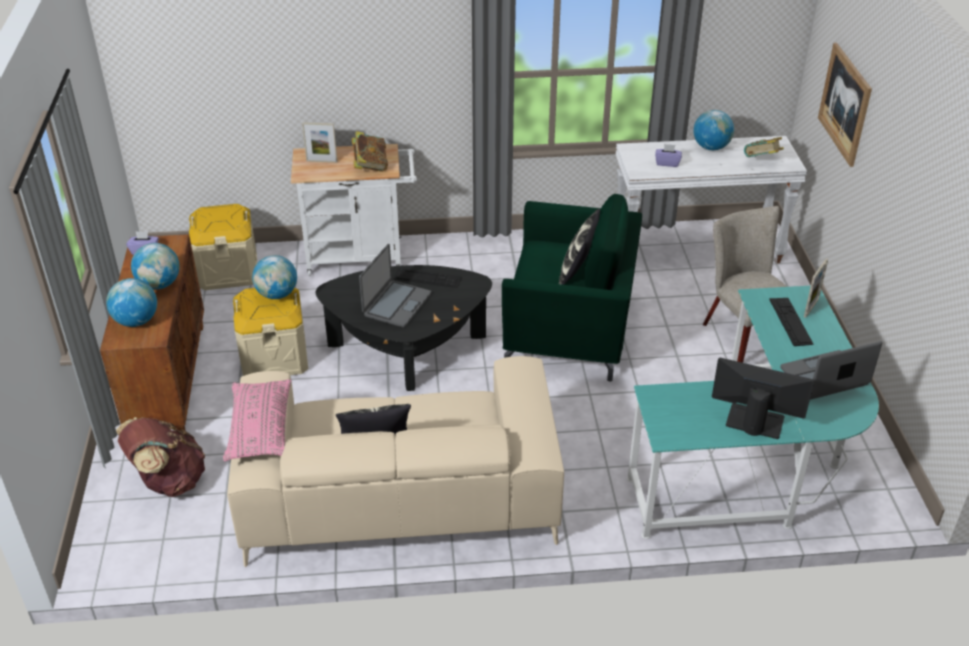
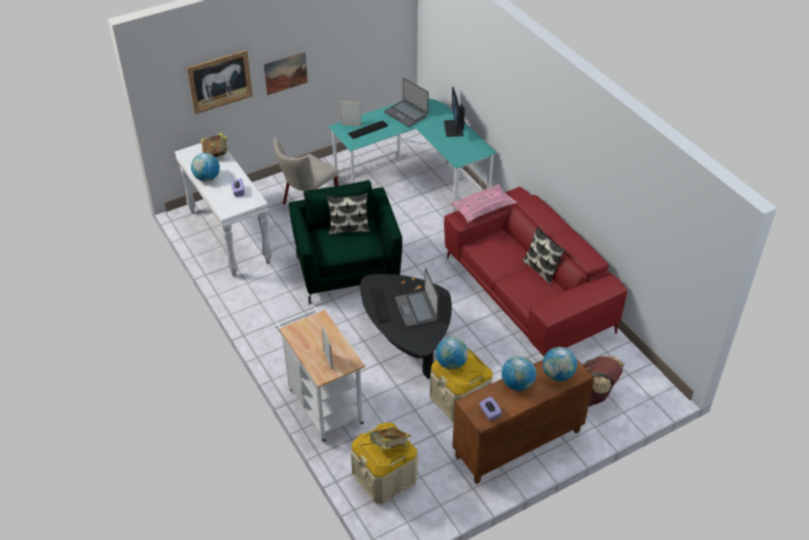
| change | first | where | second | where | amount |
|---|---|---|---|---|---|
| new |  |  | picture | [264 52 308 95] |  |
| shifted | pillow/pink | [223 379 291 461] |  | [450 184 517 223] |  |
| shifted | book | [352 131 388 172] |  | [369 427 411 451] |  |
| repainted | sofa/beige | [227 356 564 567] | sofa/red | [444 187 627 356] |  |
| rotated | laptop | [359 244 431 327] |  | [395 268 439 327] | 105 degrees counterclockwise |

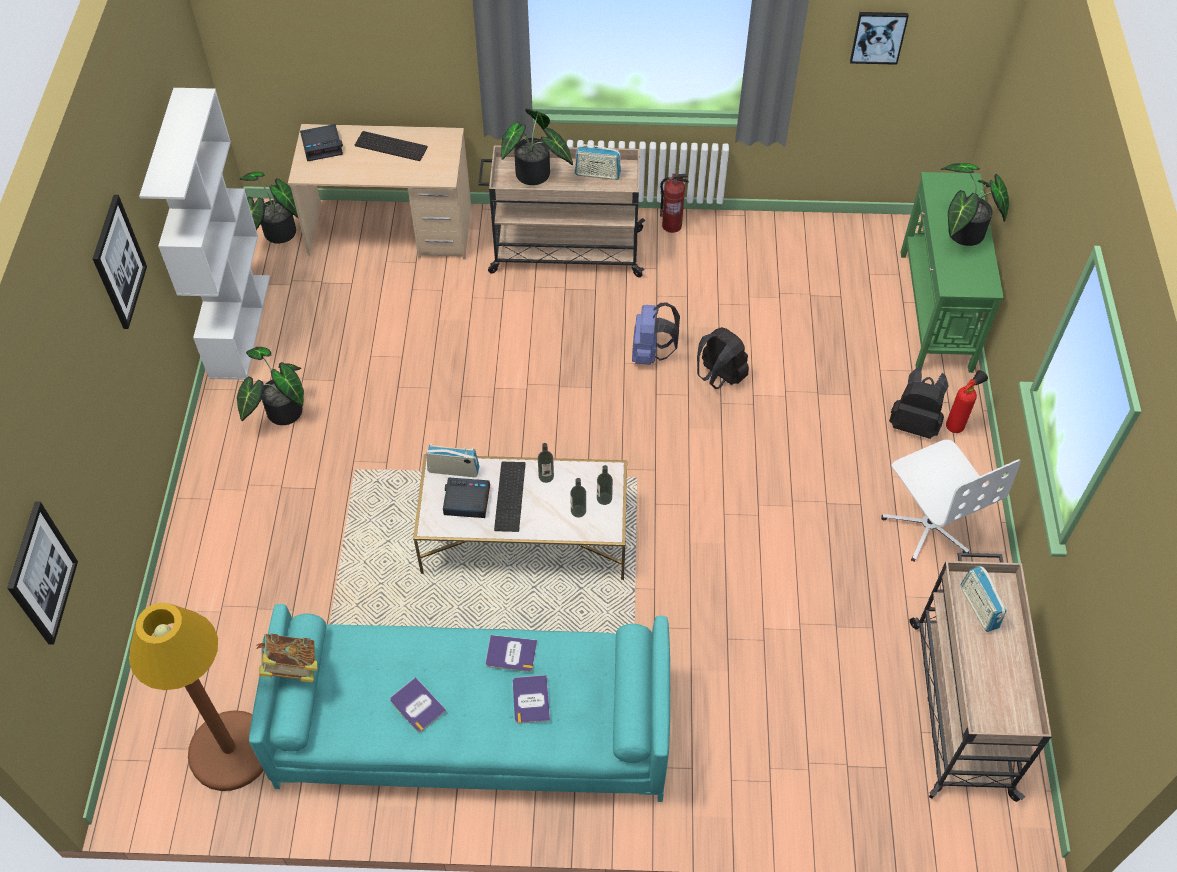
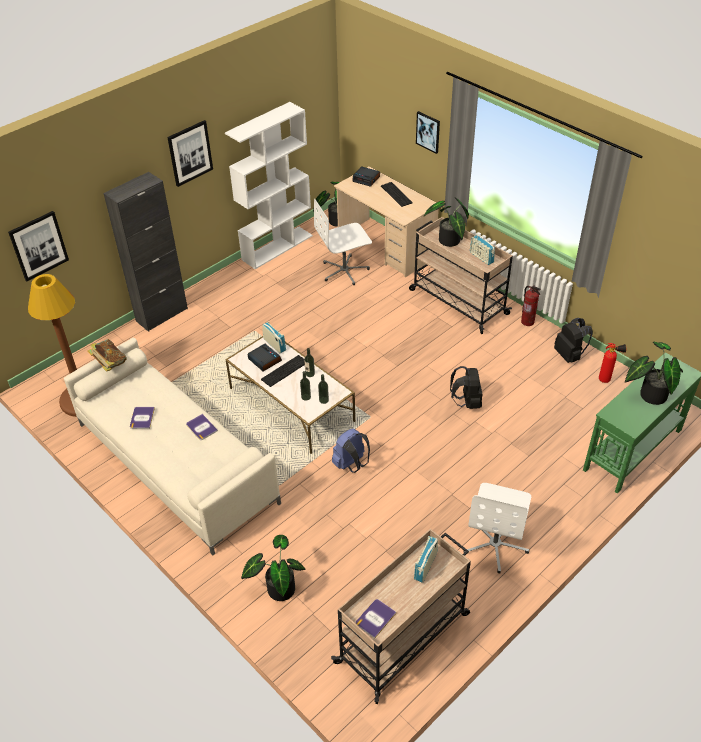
| change | first | where | second | where | amount |
|---|---|---|---|---|---|
| new |  |  | cabinet/black | [103 172 188 332] |  |
| new |  |  | office chair/white | [314 199 372 285] |  |
| shifted | potted plant | [237 347 304 425] |  | [241 535 306 601] |  |
| shifted | book | [513 675 550 724] |  | [356 599 397 638] |  |
| shifted | backpack/blue | [632 302 680 365] |  | [332 428 370 473] |  |
| shifted | picture | [850 12 909 65] |  | [416 111 440 154] |  |
| shifted | backpack/black | [889 367 949 439] |  | [554 318 593 363] |  |
| shifted | fire extinguisher | [946 370 988 433] |  | [599 343 626 383] |  |
| repainted | sofa/turquoise | [249 604 670 802] | sofa/beige | [64 338 281 556] |  |

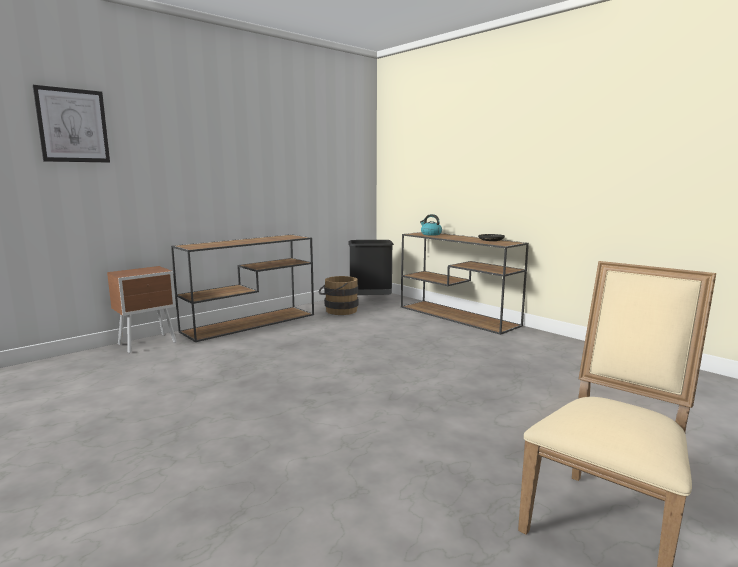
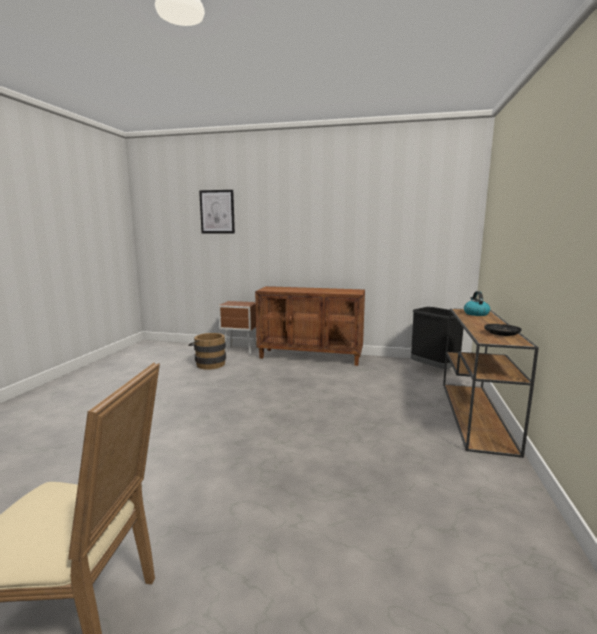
| change | first | where | second | where | amount |
|---|---|---|---|---|---|
| shifted | bucket/brown | [318 276 358 315] |  | [188 333 226 370] |  |
| swapped | console table/brown | [171 234 314 342] | cabinet/brown | [255 286 365 366] |  |

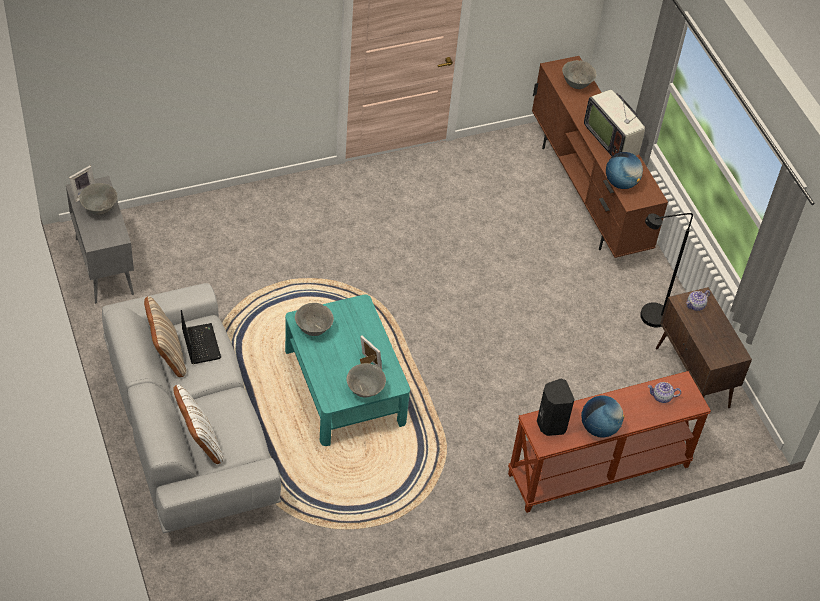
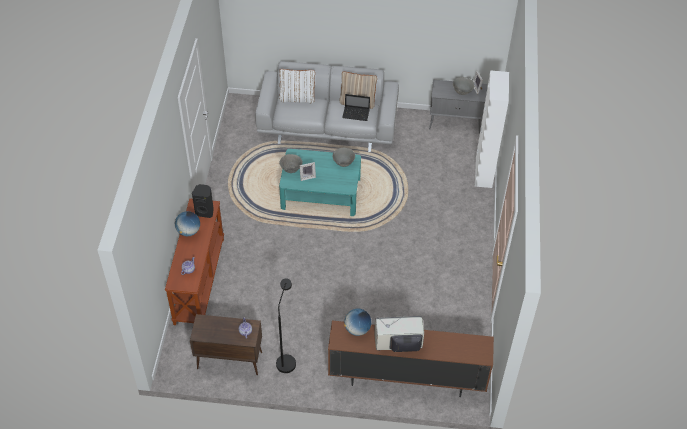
| change | first | where | second | where | amount |
|---|---|---|---|---|---|
| gone | bowl/grey | [562 60 596 89] |  |  |  |
| new |  |  | cabinet/white | [475 70 509 188] |  |

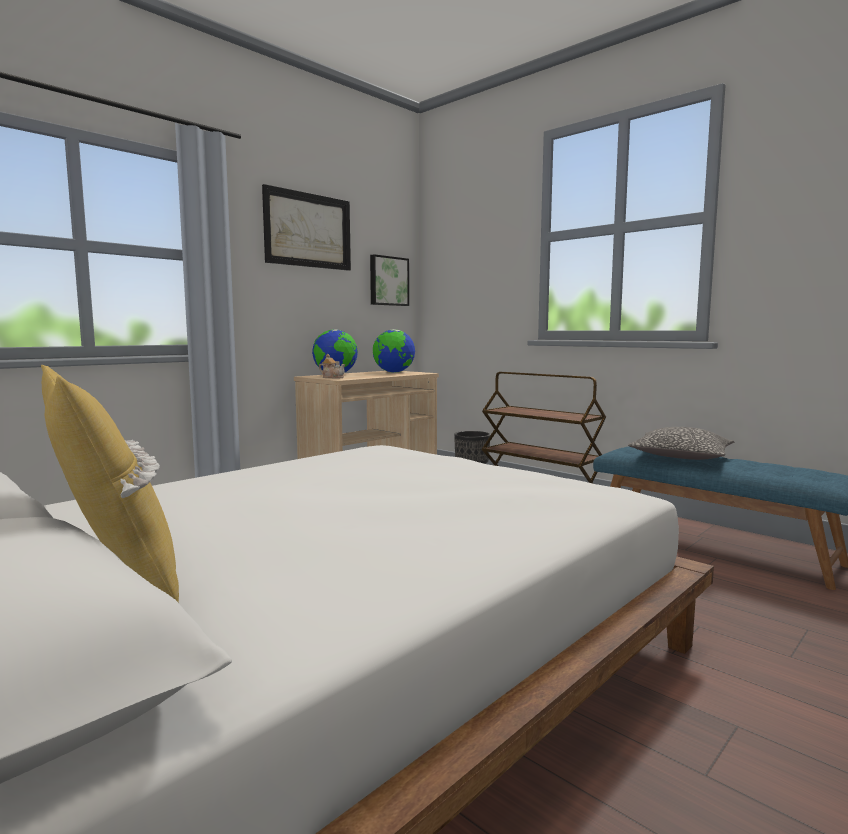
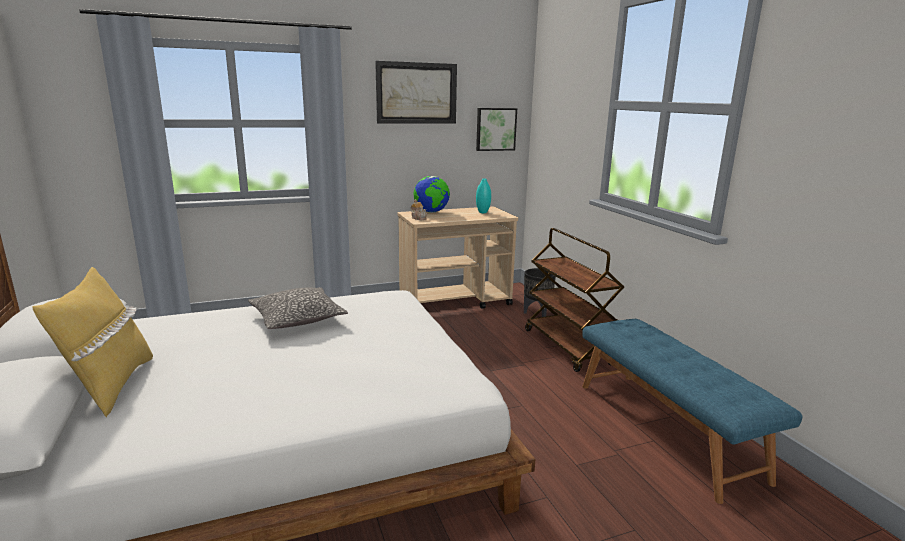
| change | first | where | second | where | amount |
|---|---|---|---|---|---|
| shifted | pillow | [628 427 734 460] |  | [248 287 348 329] |  |
| swapped | globe | [373 329 415 373] | vase/turquoise | [476 178 491 213] |  |

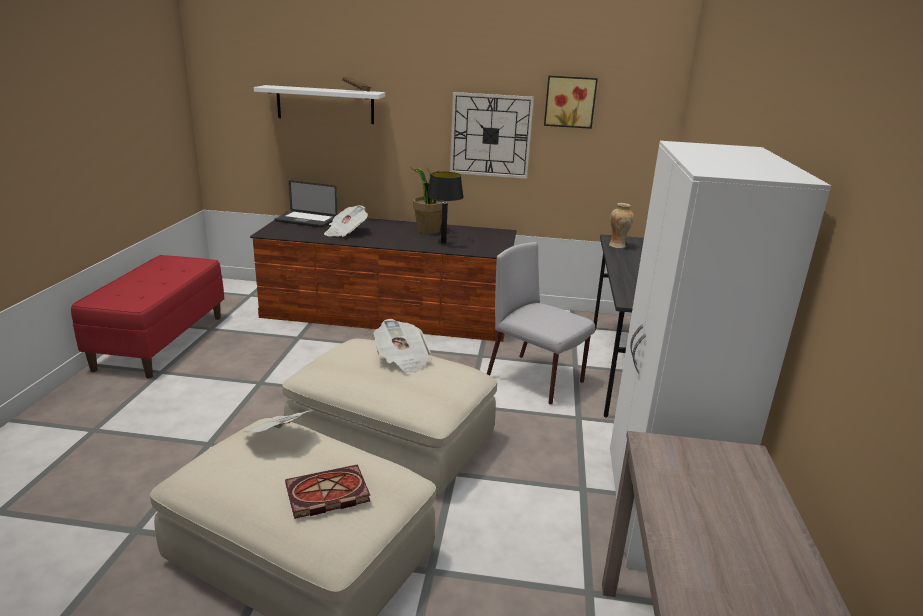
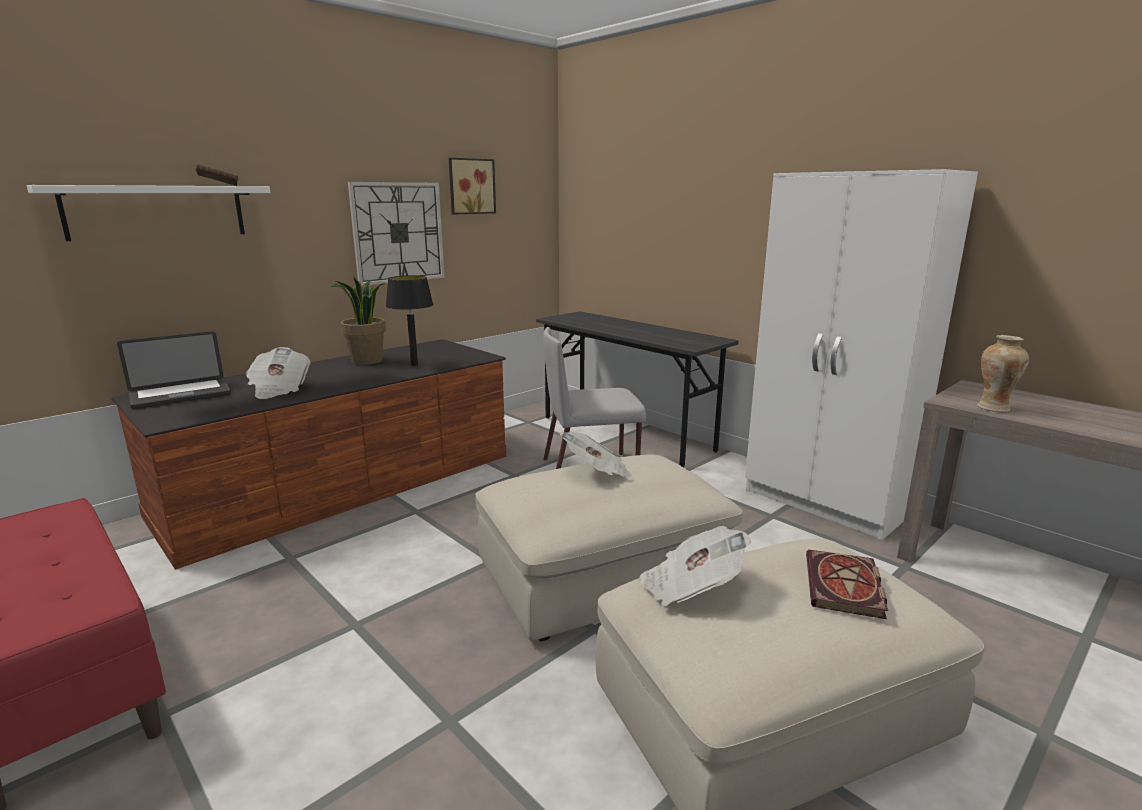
| change | first | where | second | where | amount |
|---|---|---|---|---|---|
| shifted | vase | [609 203 634 248] |  | [977 335 1029 412] |  |

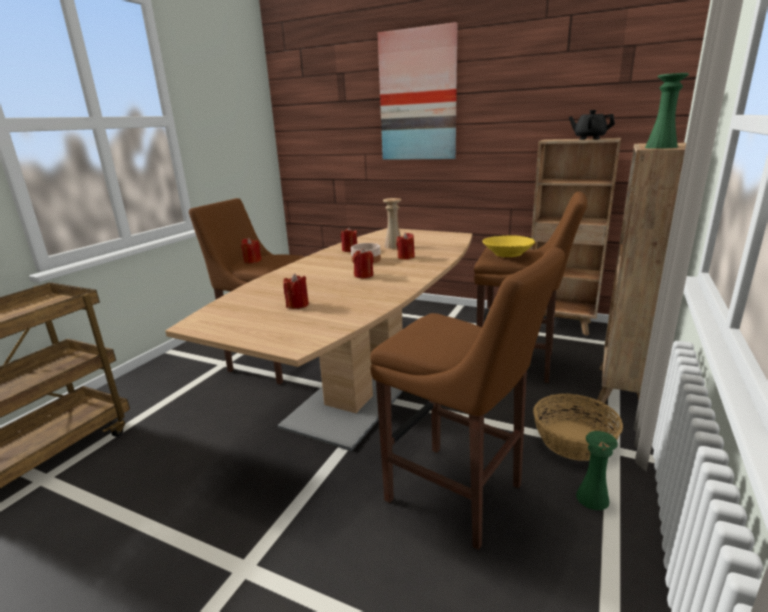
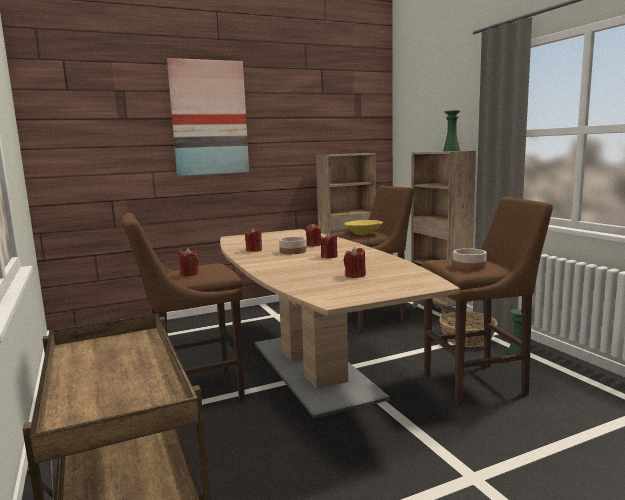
| change | first | where | second | where | amount |
|---|---|---|---|---|---|
| gone | vase/beige | [383 198 401 249] |  |  |  |
| gone | teapot/black | [569 110 615 140] |  |  |  |
| new |  |  | bowl | [453 248 487 270] |  |

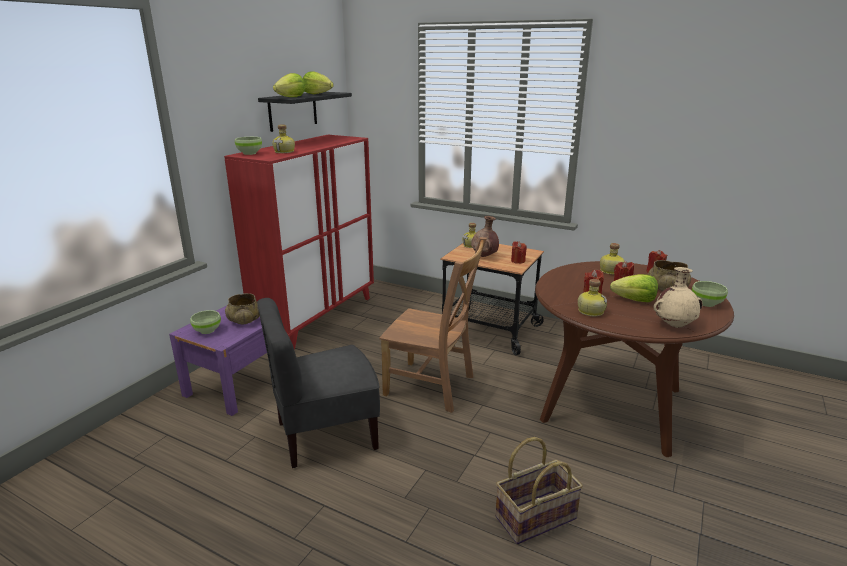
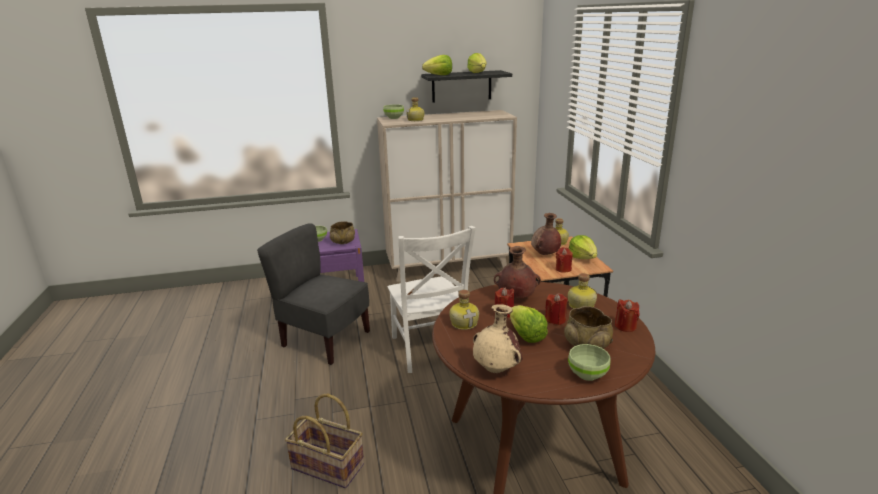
| change | first | where | second | where | amount |
|---|---|---|---|---|---|
| new |  |  | vase/brown | [494 246 541 298] |  |
| new |  |  | lettuce | [568 235 597 259] |  |
| repainted | cabinet/red | [224 135 374 349] | cabinet/beige | [377 110 517 282] |  |
| repainted | chair/brown | [380 237 487 413] | chair/white | [387 226 476 373] |  |

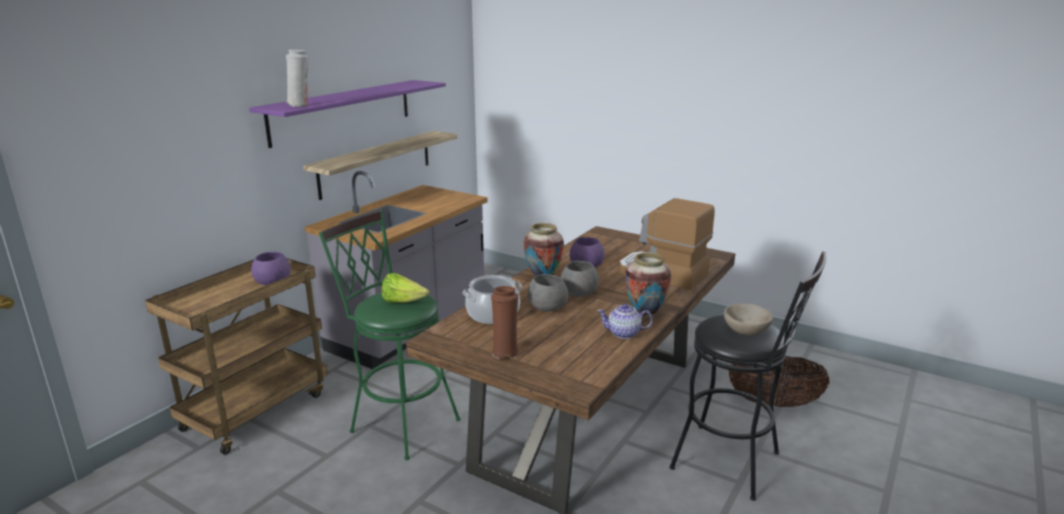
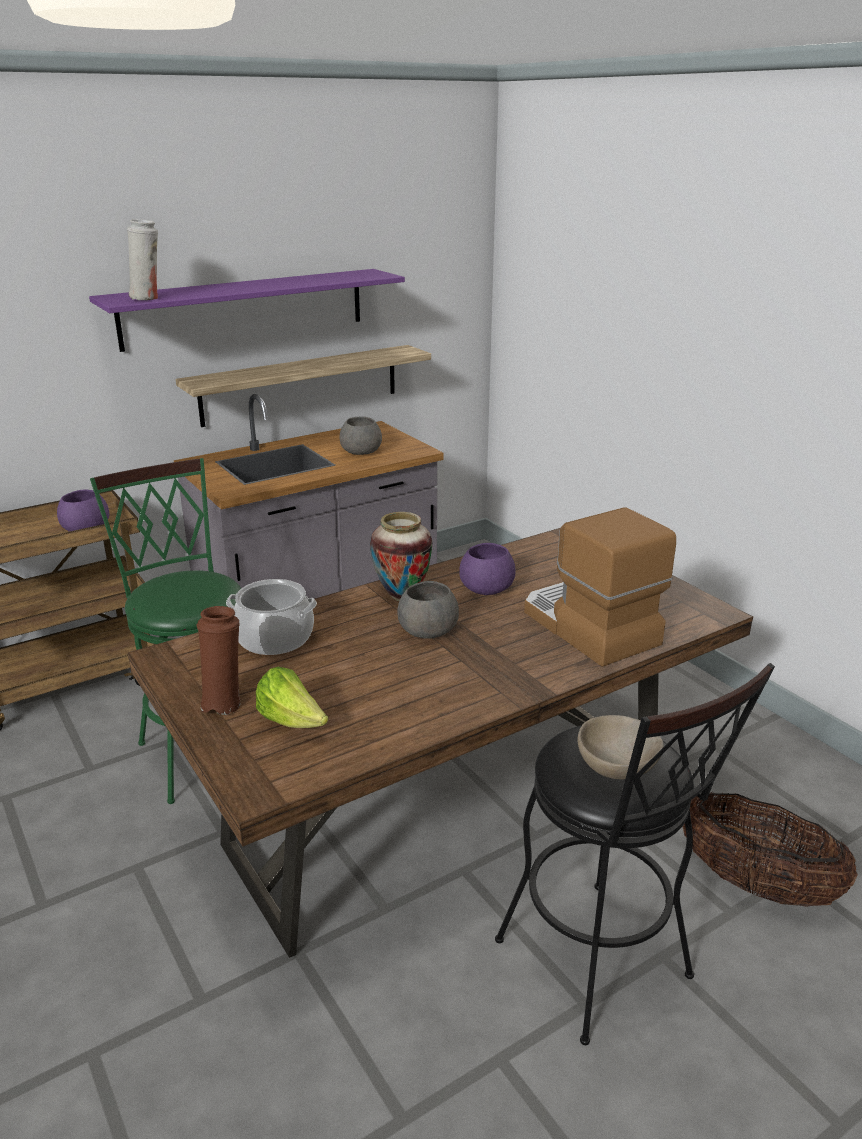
| change | first | where | second | where | amount |
|---|---|---|---|---|---|
| gone | teapot | [597 303 653 339] |  |  |  |
| gone | vase | [625 252 671 318] |  |  |  |
| shifted | lettuce | [382 273 429 303] |  | [256 667 328 728] |  |
| shifted | bowl/grey | [527 274 568 312] |  | [340 416 382 455] |  |

